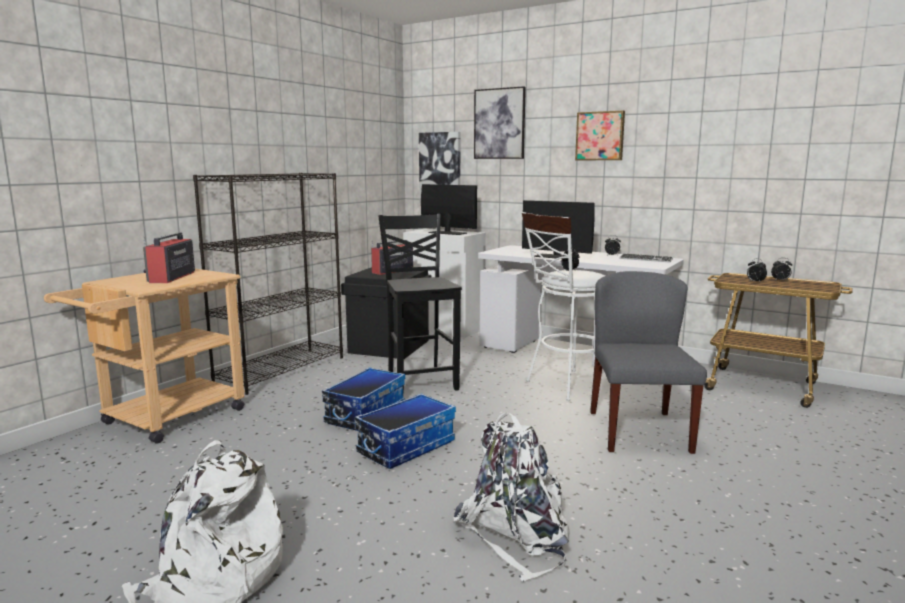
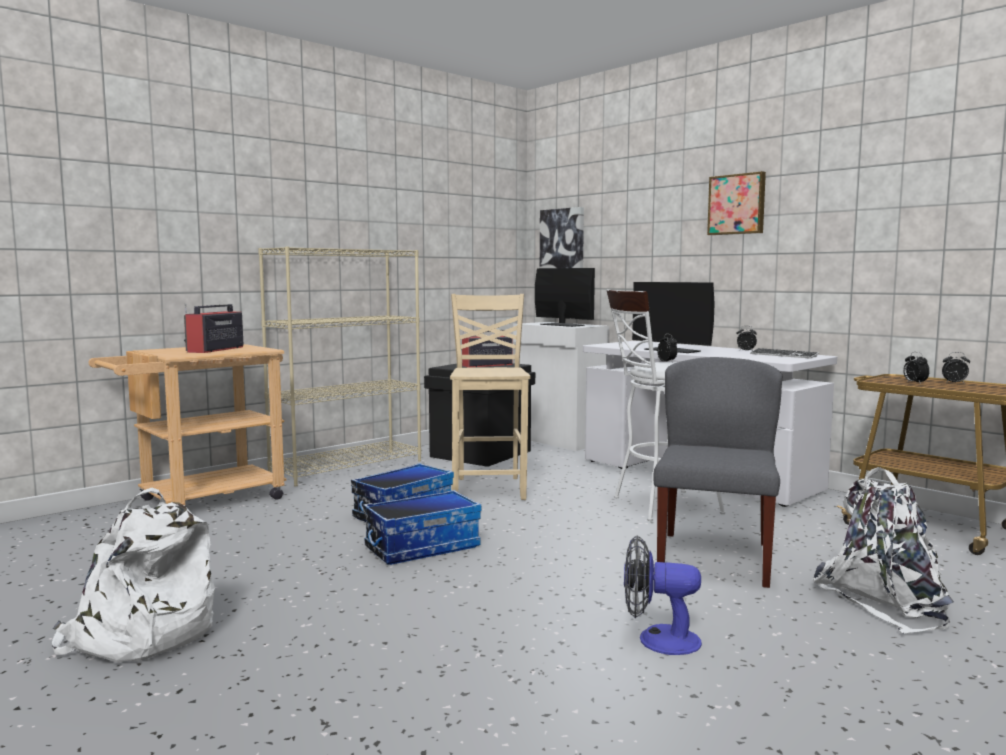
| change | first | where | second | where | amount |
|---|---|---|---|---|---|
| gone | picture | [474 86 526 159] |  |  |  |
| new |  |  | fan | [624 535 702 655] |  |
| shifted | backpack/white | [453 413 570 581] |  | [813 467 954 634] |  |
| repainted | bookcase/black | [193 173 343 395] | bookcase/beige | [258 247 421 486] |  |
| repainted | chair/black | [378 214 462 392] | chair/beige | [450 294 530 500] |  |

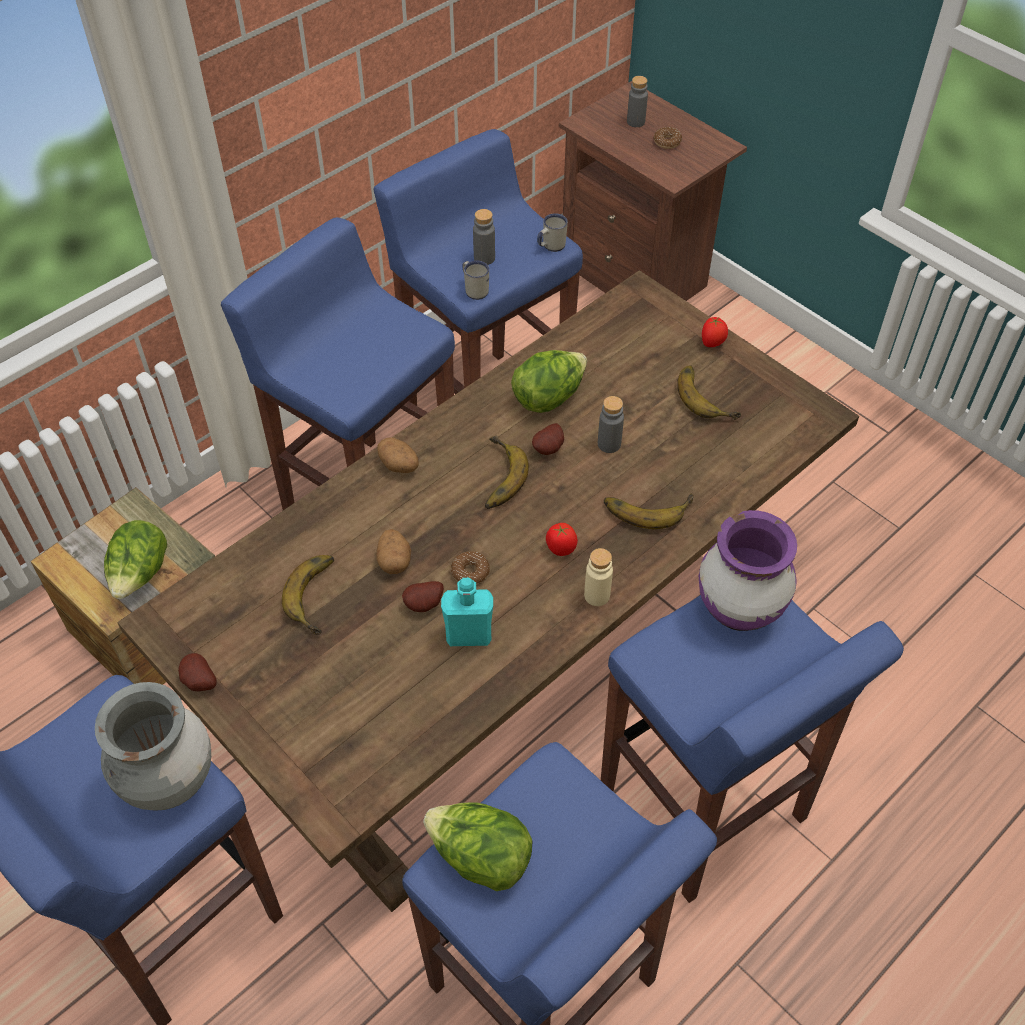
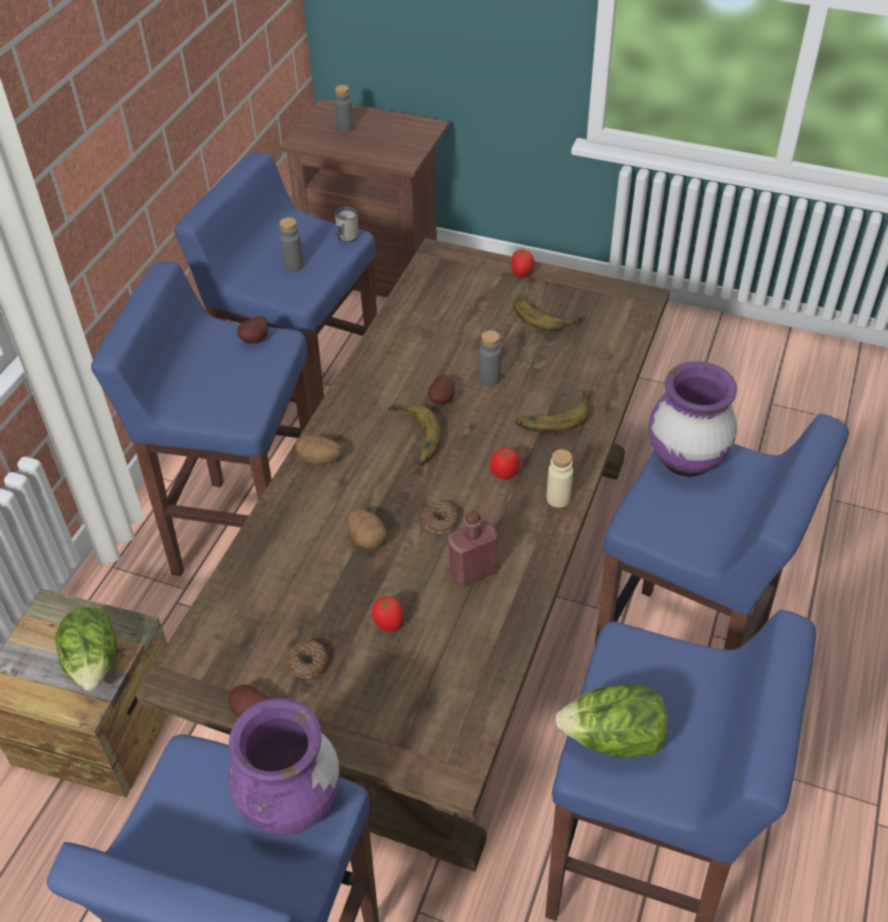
| change | first | where | second | where | amount |
|---|---|---|---|---|---|
| gone | banana | [282 555 334 635] |  |  |  |
| gone | mug/white | [462 260 489 300] |  |  |  |
| gone | lettuce | [511 350 587 413] |  |  |  |
| new |  |  | tomato | [372 596 403 632] |  |
| shifted | potato | [402 581 444 612] |  | [237 316 268 344] |  |
| shifted | donut | [654 127 682 149] |  | [287 640 328 678] |  |
| repainted | vase/grey | [95 682 211 811] | vase/purple | [228 698 340 835] |  |
| repainted | bottle/turquoise | [441 578 493 646] | bottle/red | [448 510 498 587] |  |

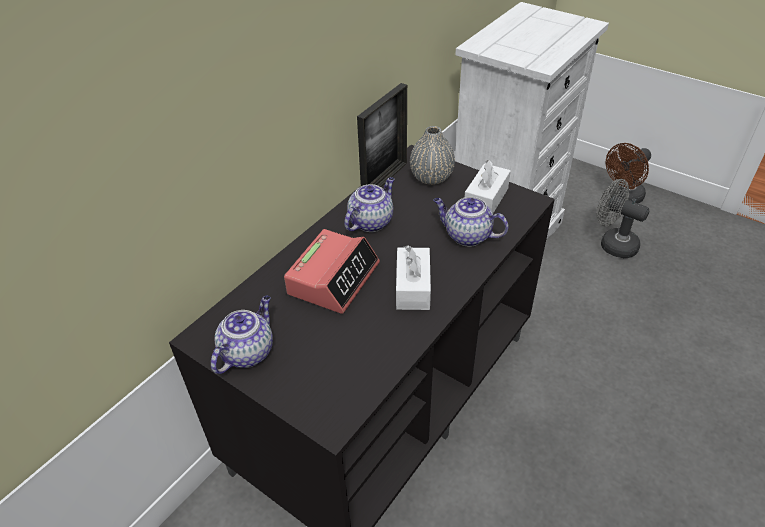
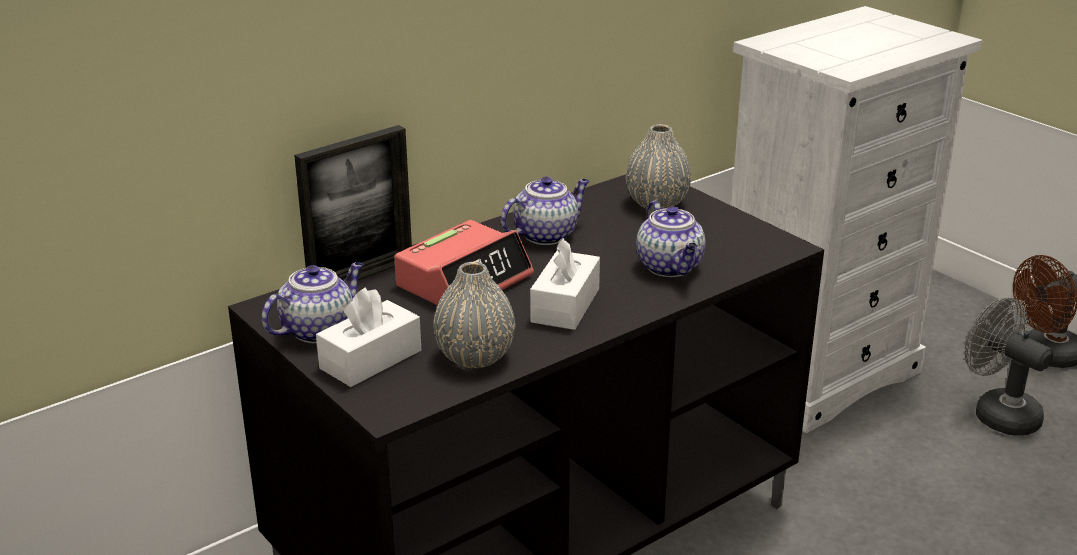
| change | first | where | second | where | amount |
|---|---|---|---|---|---|
| new |  |  | vase/grey | [433 262 515 368] |  |
| shifted | picture frame | [357 83 407 187] |  | [294 125 412 281] |  |
| shifted | tissue box/white | [465 160 511 213] |  | [316 287 421 387] |  |
| rotated | teapot | [433 197 508 247] |  | [636 200 706 277] | 150 degrees counterclockwise |

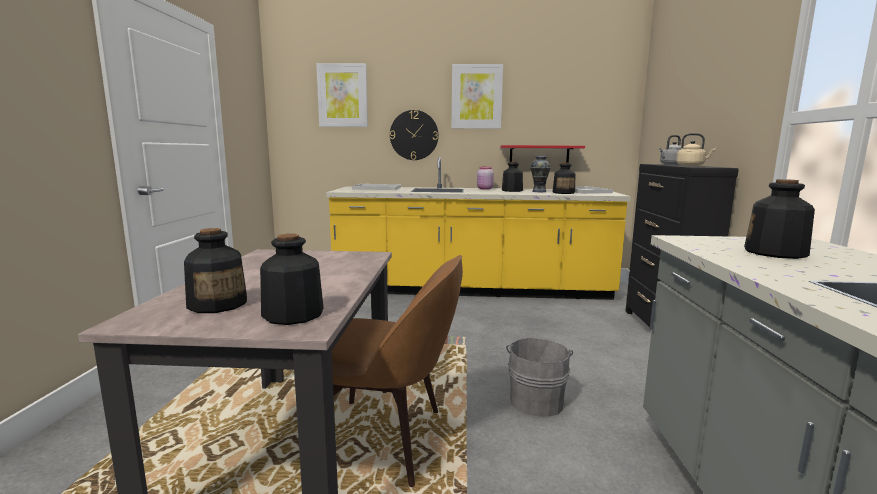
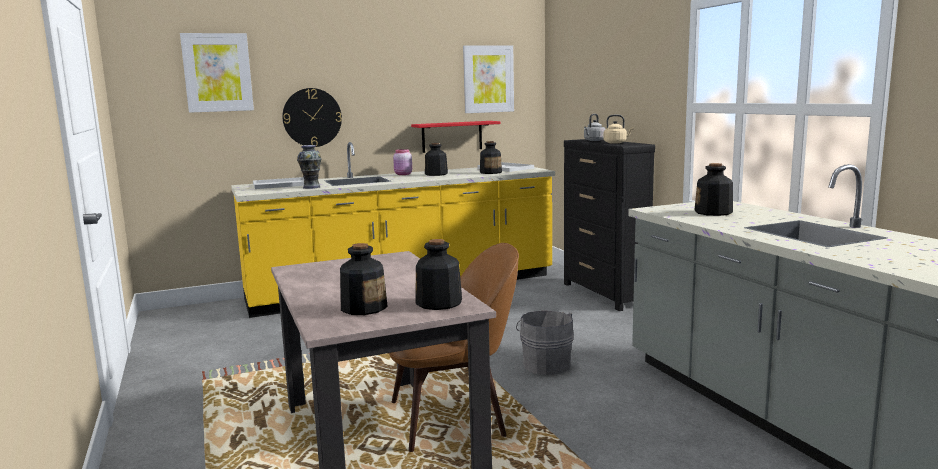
| change | first | where | second | where | amount |
|---|---|---|---|---|---|
| shifted | picture | [451 64 503 129] |  | [463 45 514 113] |  |
| shifted | vase | [530 156 551 192] |  | [297 145 322 189] |  |

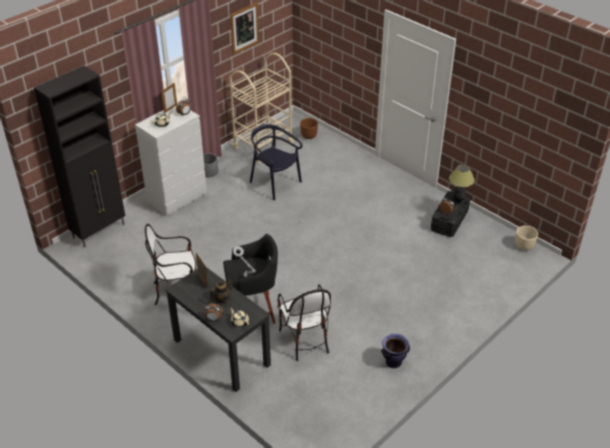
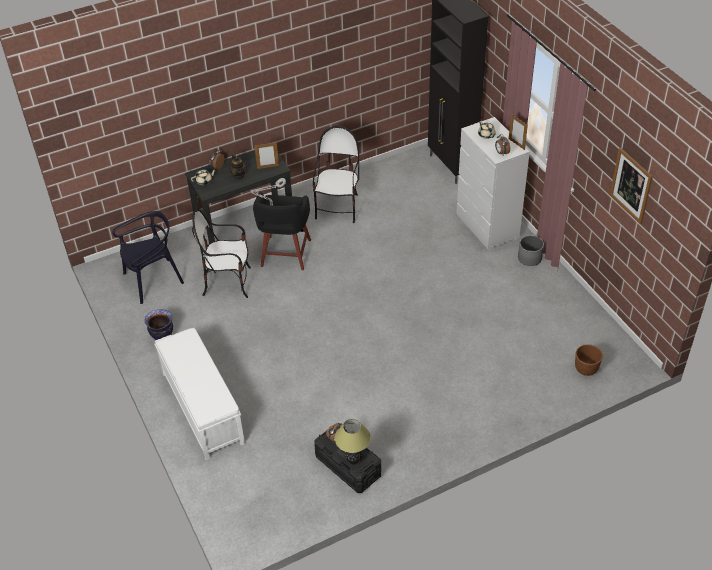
| change | first | where | second | where | amount |
|---|---|---|---|---|---|
| gone | cart/beige | [229 53 294 163] |  |  |  |
| gone | planter/beige | [515 226 538 251] |  |  |  |
| new |  |  | bench/white | [154 328 245 460] |  |
| shifted | chair/black | [250 124 303 200] |  | [112 211 184 304] |  |

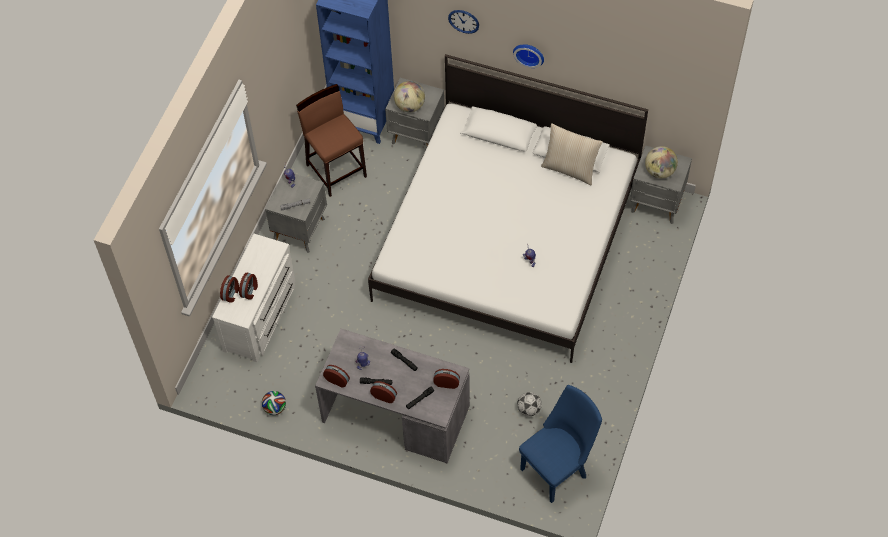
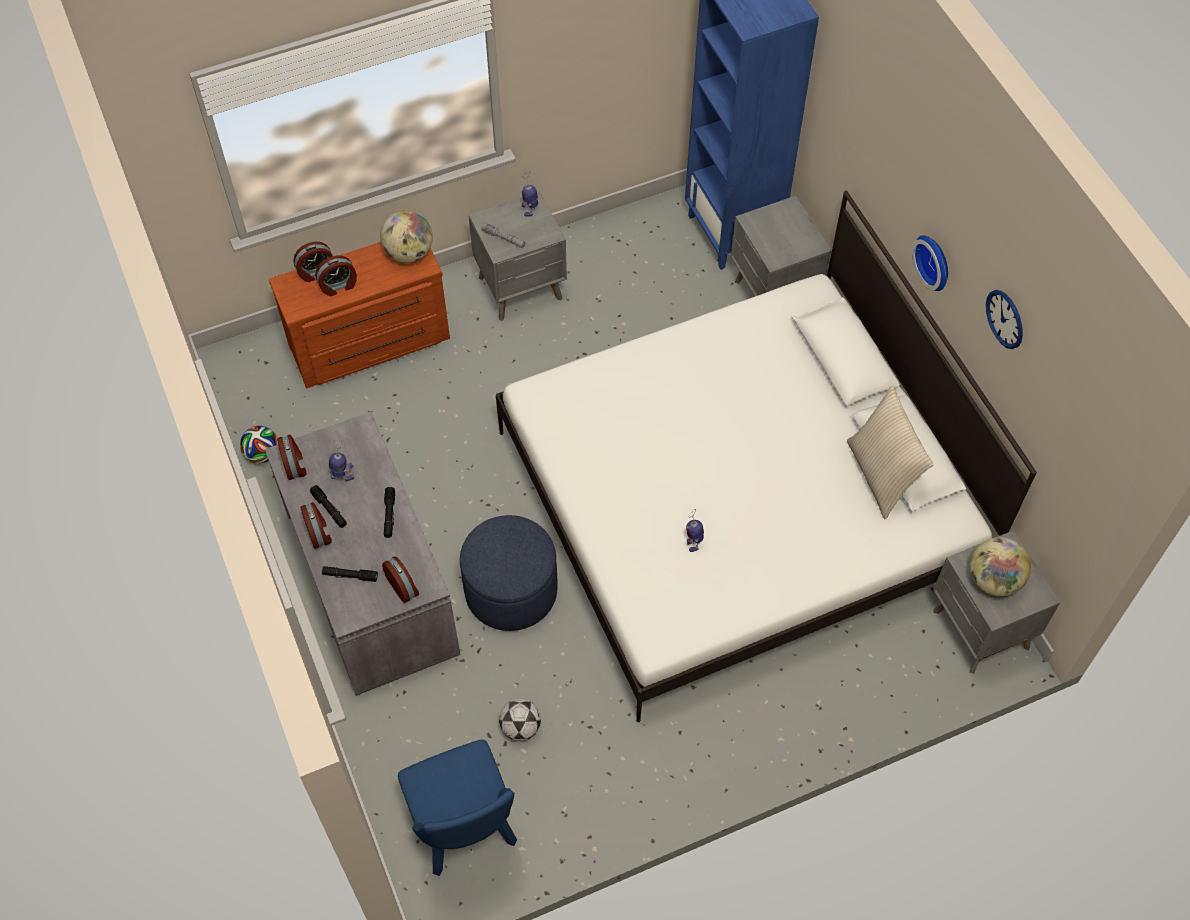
| change | first | where | second | where | amount |
|---|---|---|---|---|---|
| gone | stool/brown | [296 84 367 197] |  |  |  |
| new |  |  | ottoman/blue | [460 515 558 631] |  |
| shifted | globe | [394 81 425 112] |  | [380 210 433 263] |  |
| shifted | wall clock | [448 10 479 34] |  | [986 290 1023 349] |  |
| repainted | dresser/white | [212 234 296 362] | dresser/brown | [269 242 450 388] |  |
| rotated | chair/blue | [519 385 602 503] |  | [398 739 517 876] | 60 degrees clockwise |

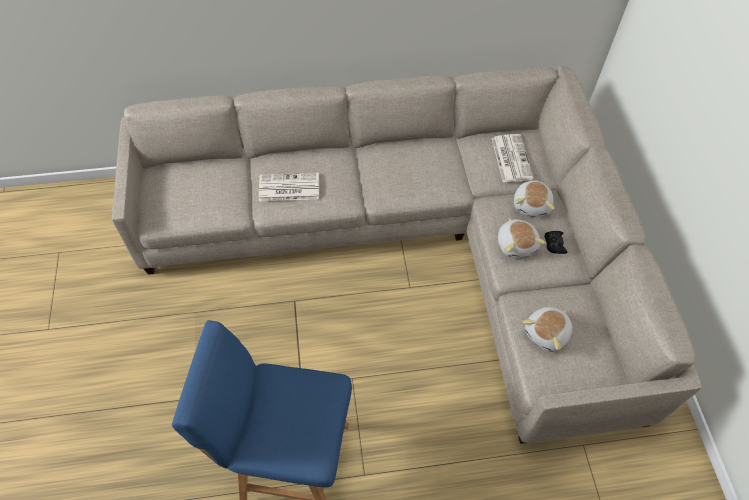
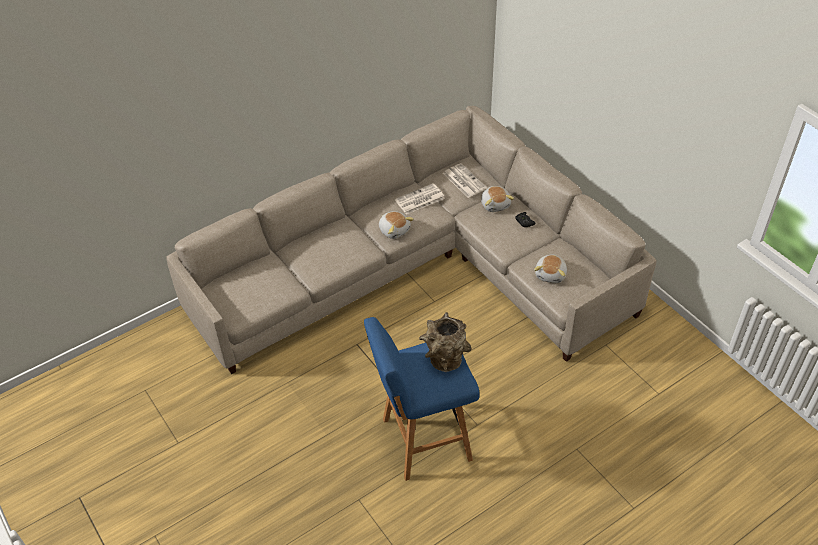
| change | first | where | second | where | amount |
|---|---|---|---|---|---|
| new |  |  | vase/brown | [419 312 471 372] |  |
| shifted | newspaper | [259 173 319 201] |  | [395 183 445 215] |  |
| shifted | plush toy | [498 218 546 258] |  | [379 211 414 239] |  |

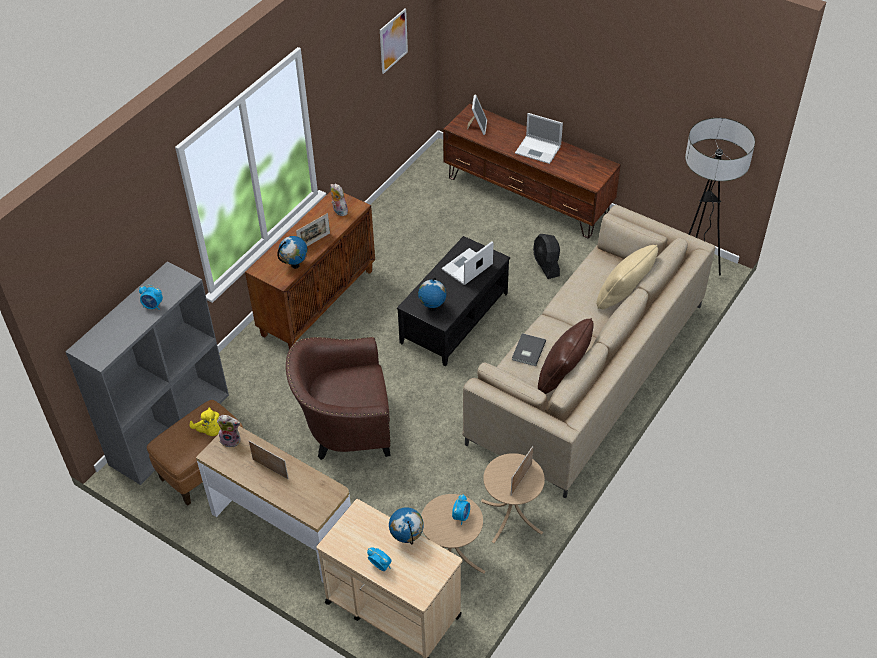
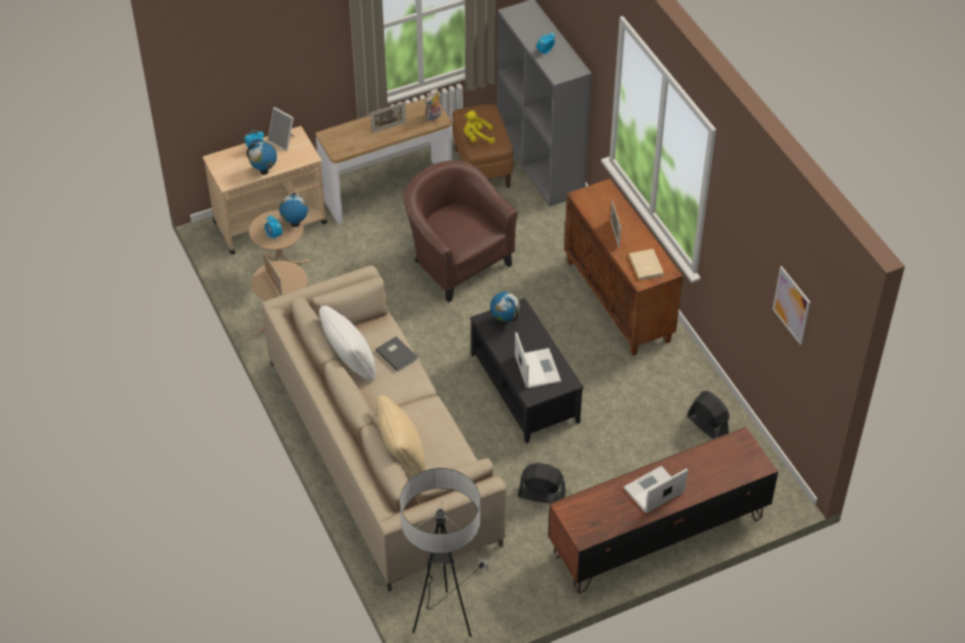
| change | first | where | second | where | amount |
|---|---|---|---|---|---|
| new |  |  | fan/black | [687 391 730 439] |  |
| shifted | globe | [277 236 308 269] |  | [279 193 308 227] |  |
| shifted | picture frame | [467 94 487 135] |  | [268 107 295 151] |  |
| swapped | plush toy | [330 184 348 216] | book/beige | [629 249 664 280] |  |
| repainted | pillow/brown | [538 318 594 394] | pillow/white | [319 306 376 380] |  |
| rotated | armchair/brown | [286 337 391 460] |  | [403 160 518 303] | 60 degrees counterclockwise |

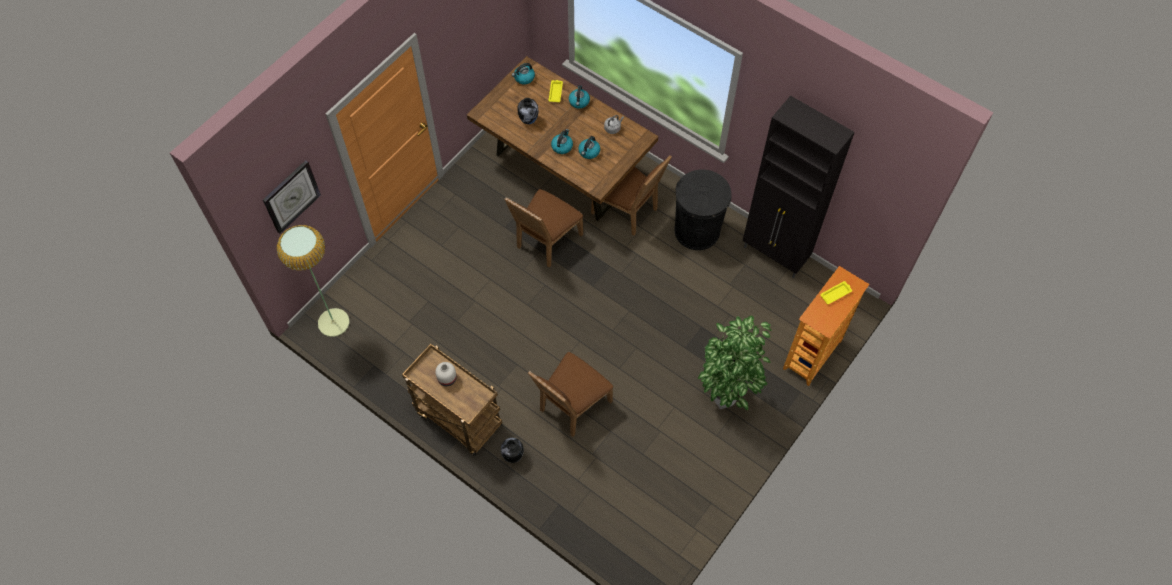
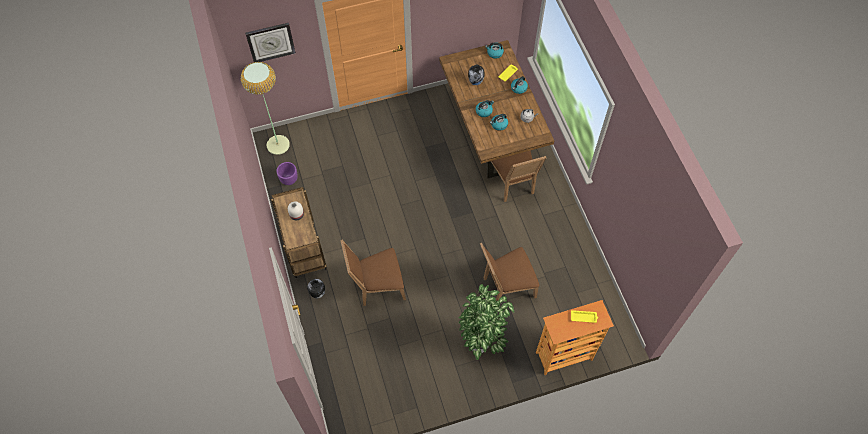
| change | first | where | second | where | amount |
|---|---|---|---|---|---|
| gone | trash can/black | [674 170 732 250] |  |  |  |
| gone | cabinet/black | [743 96 855 279] |  |  |  |
| new |  |  | planter/purple | [276 162 298 185] |  |
| shifted | chair/brown | [504 189 583 268] |  | [480 242 539 301] |  |

